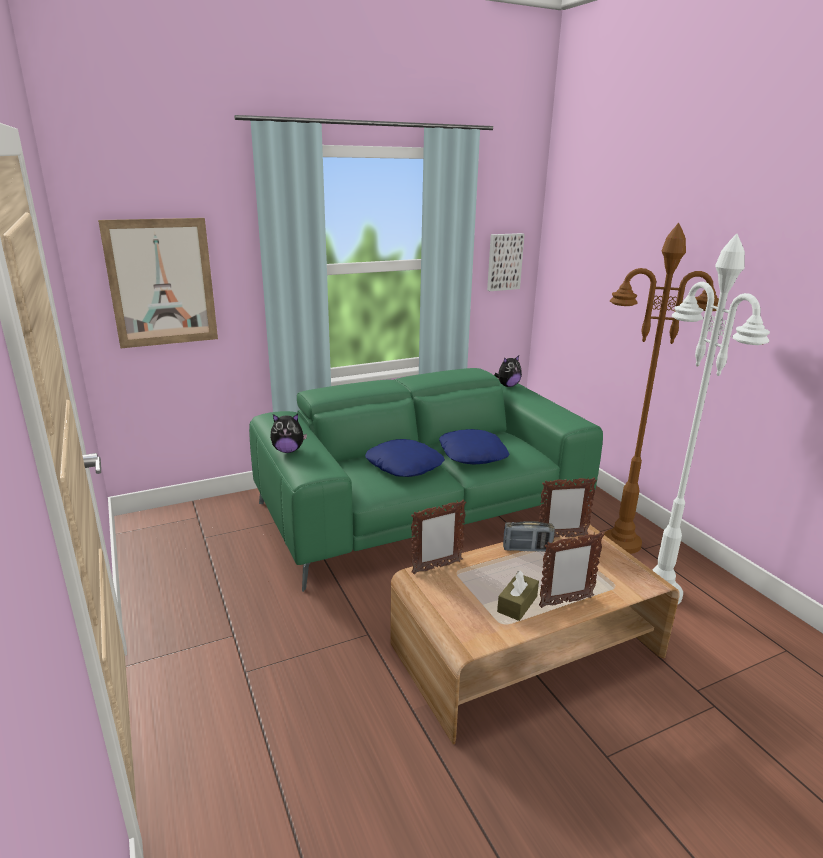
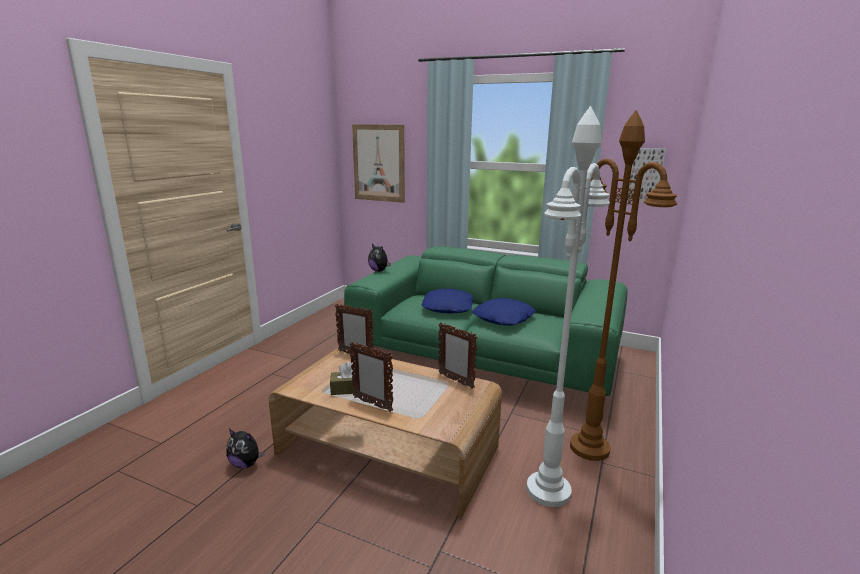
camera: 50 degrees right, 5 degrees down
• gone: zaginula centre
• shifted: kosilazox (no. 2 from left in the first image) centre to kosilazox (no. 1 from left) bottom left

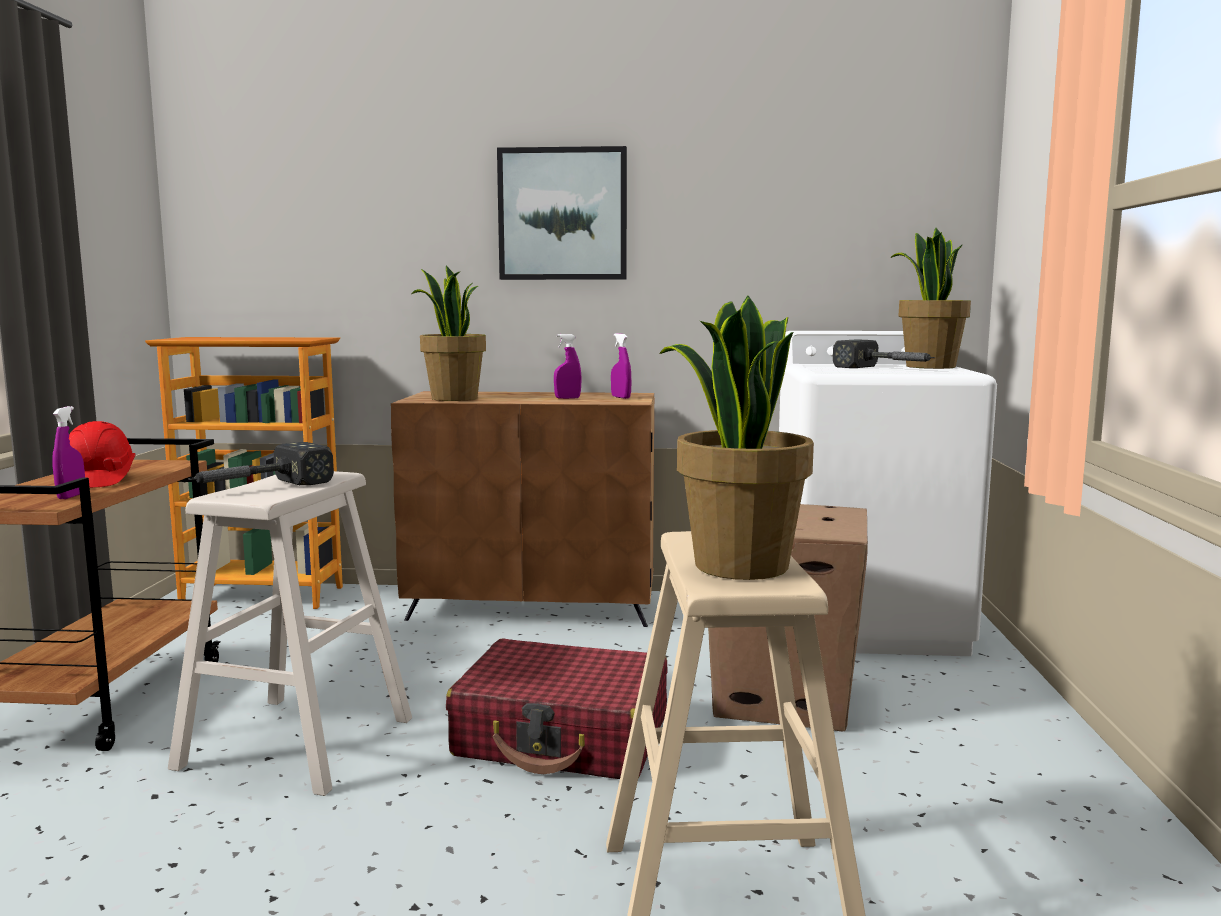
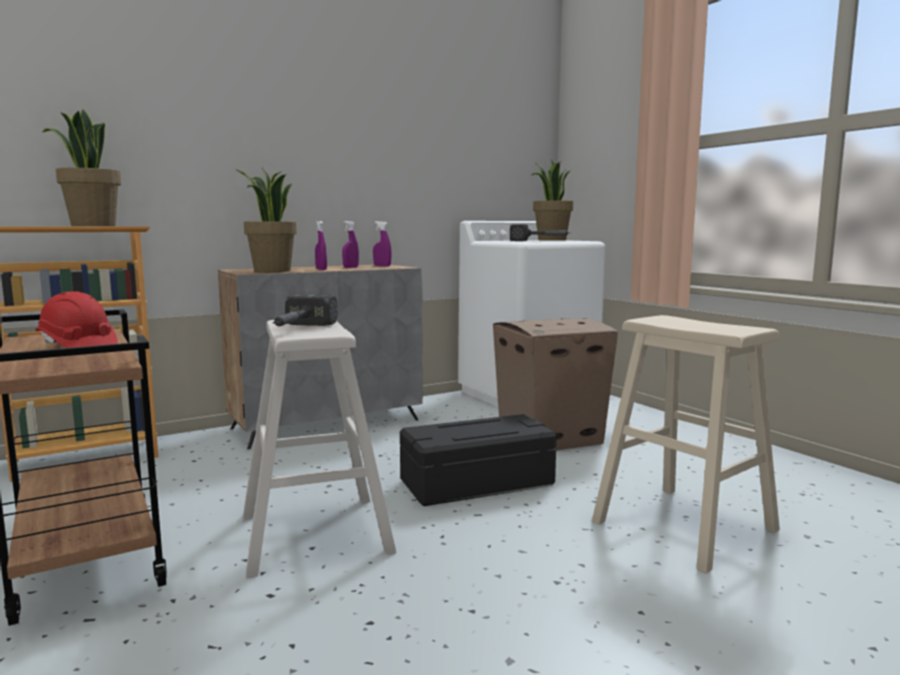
camera: 35 degrees left, 0 degrees up
• gone: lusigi top centre
• shifted: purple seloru (no. 1 from left) middle left to centre
• shifted: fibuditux (no. 2 from left in the first image) centre to fibuditux (no. 1 from left) top left
• swapped: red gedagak bottom centre to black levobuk bottom centre
• repainted: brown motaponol centre to grey motaponol centre

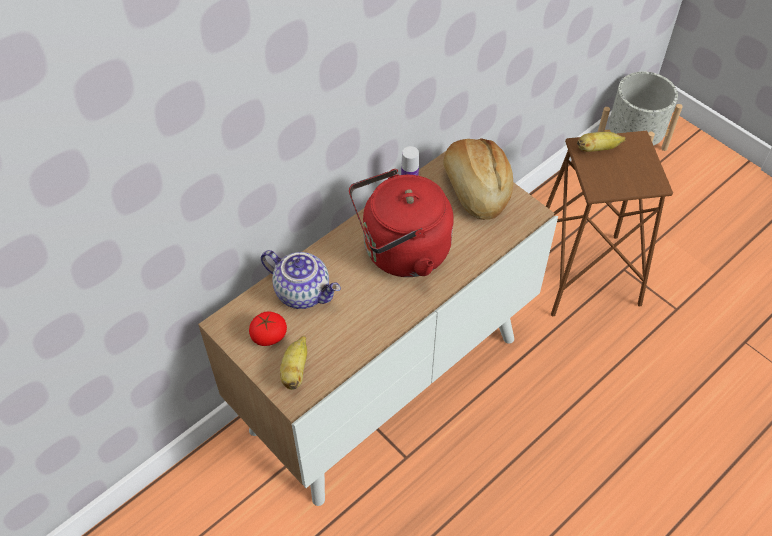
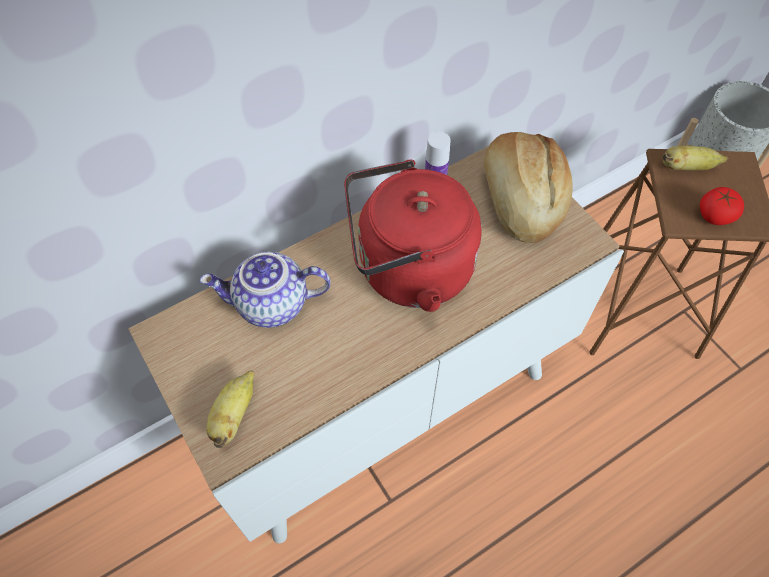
camera: 10 degrees right, 5 degrees up
• shifted: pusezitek centre to middle right
• rotated: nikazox centre = centre 135 degrees clockwise

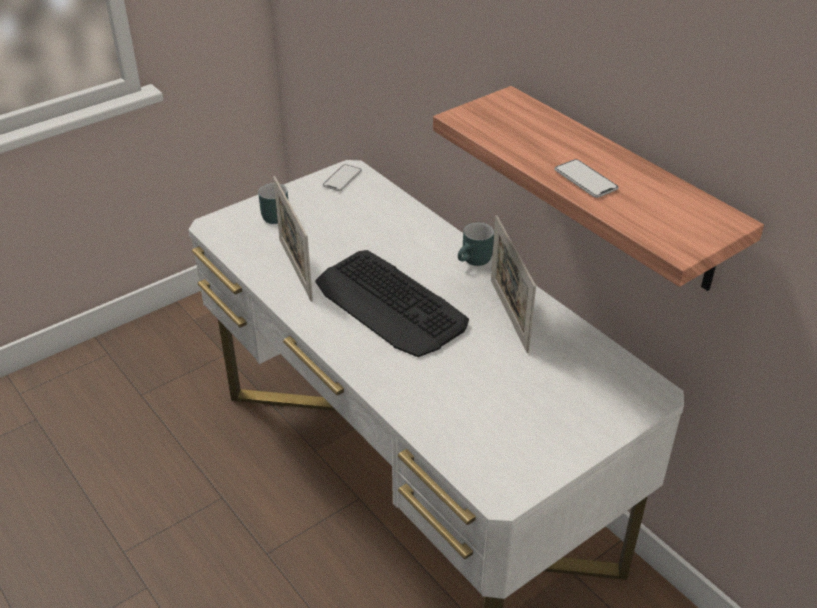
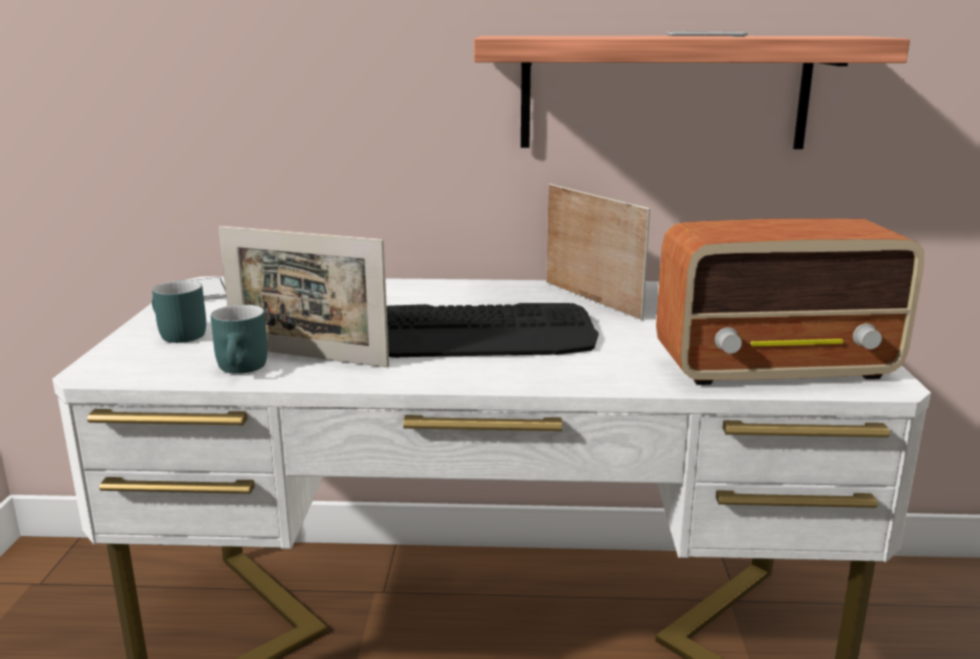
camera: 50 degrees left, 20 degrees down
• new: zaginula middle right
• shifted: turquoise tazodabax (no. 2 from left) centre to middle left
• rotated: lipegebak (no. 2 from left) centre = centre 150 degrees counterclockwise

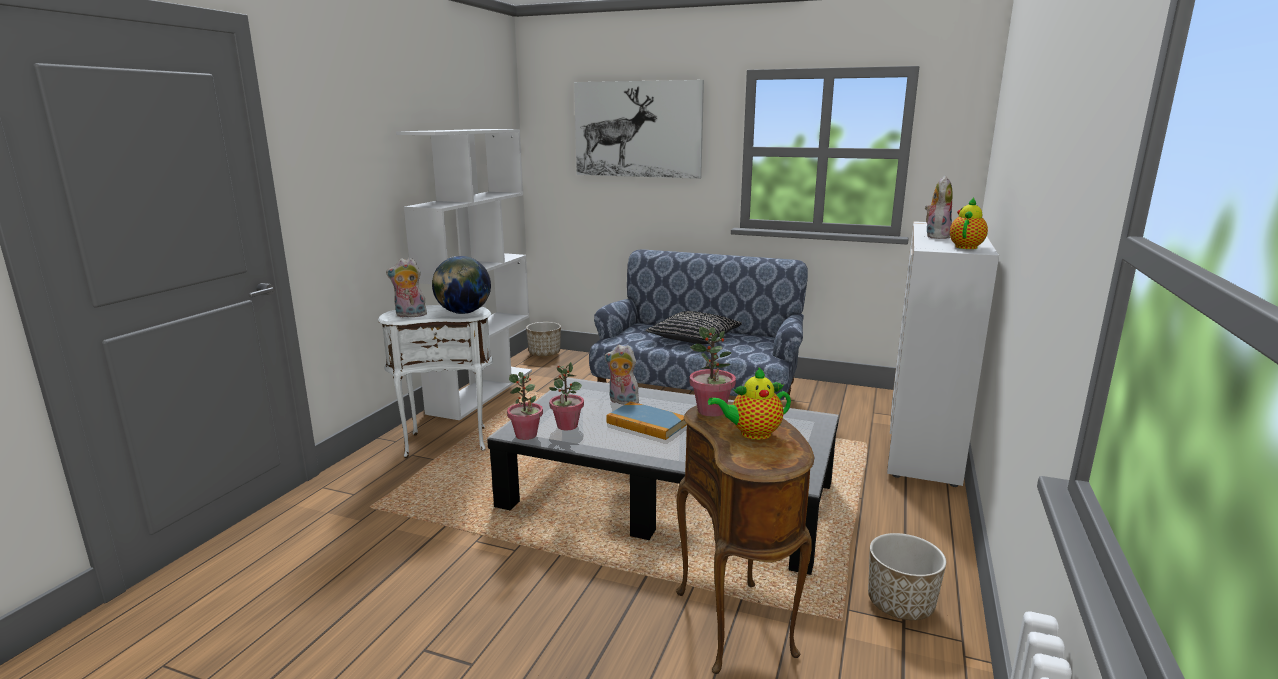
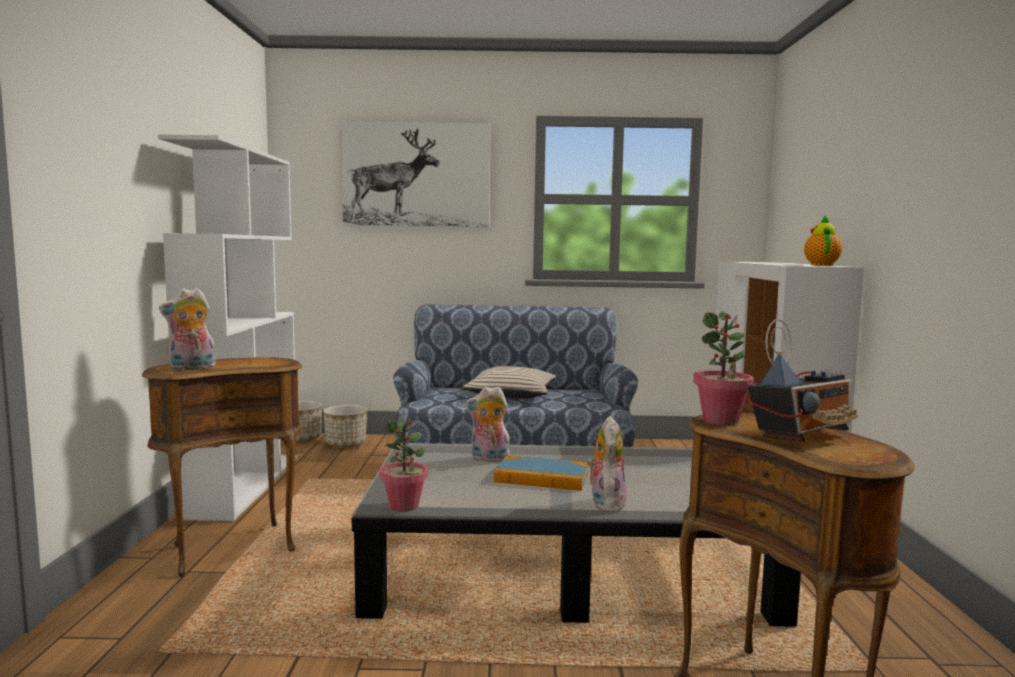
camera: 20 degrees left, 10 degrees down
• gone: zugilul centre
• gone: fibuditux (no. 2 from left) centre
• shifted: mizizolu (no. 2 from left) bottom right to centre
• shifted: kosilazox (no. 3 from left) top right to bottom centre
• swapped: nikazox (no. 1 from left) centre to zaginula middle right
• repainted: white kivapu centre to brown kivapu (no. 1 from left) bottom left
• repainted: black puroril centre to beige puroril centre

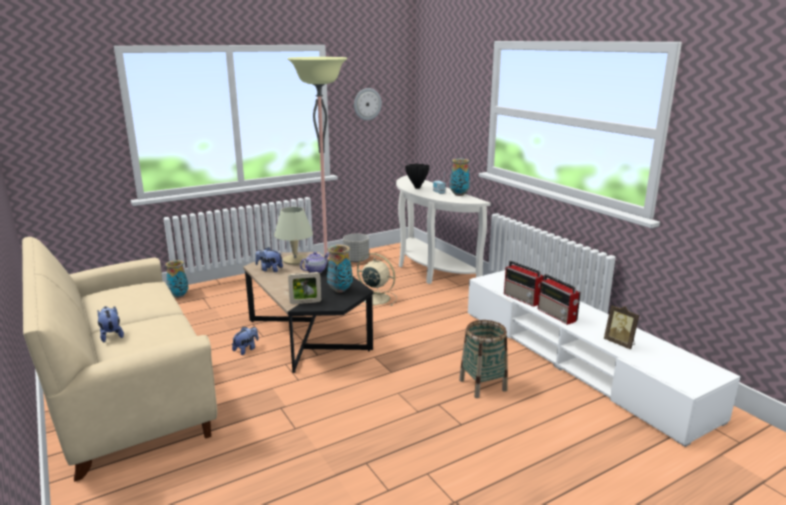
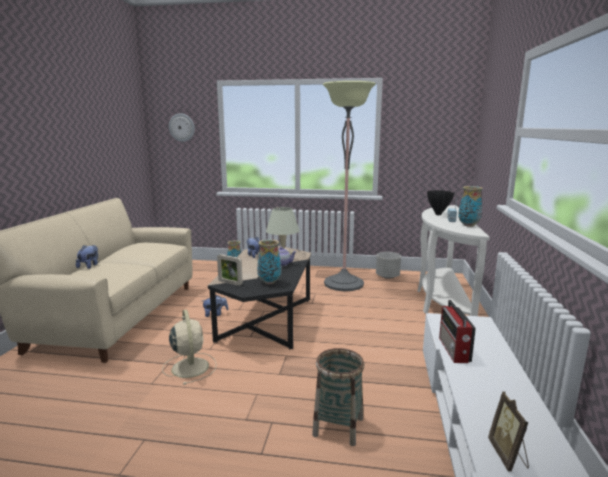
camera: 40 degrees right, 5 degrees down
• gone: zaginula (no. 3 from left) middle right
• shifted: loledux top centre to top left
• shifted: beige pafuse centre to bottom left

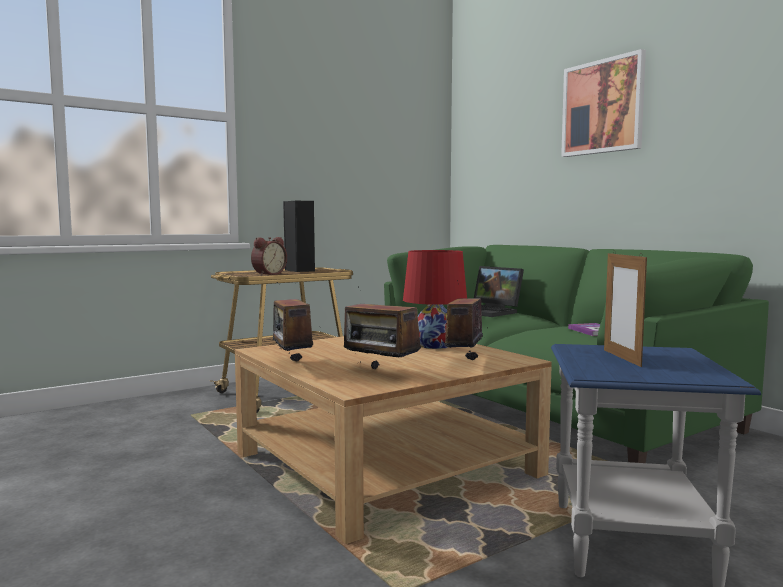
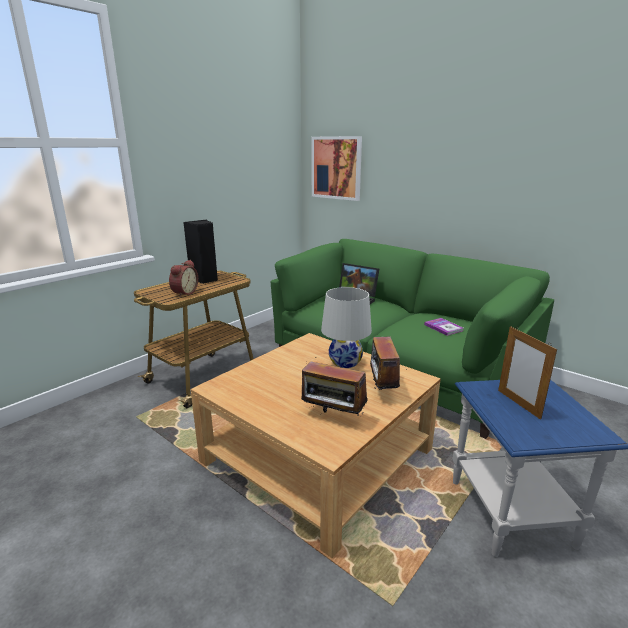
camera: 15 degrees left, 15 degrees up
• gone: zaginula (no. 1 from left) centre
• shifted: lusigi top right to top centre
• repainted: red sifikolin centre to white sifikolin centre

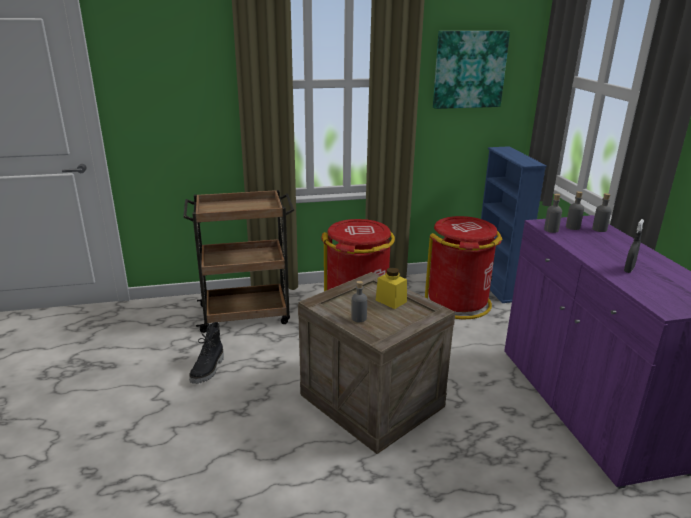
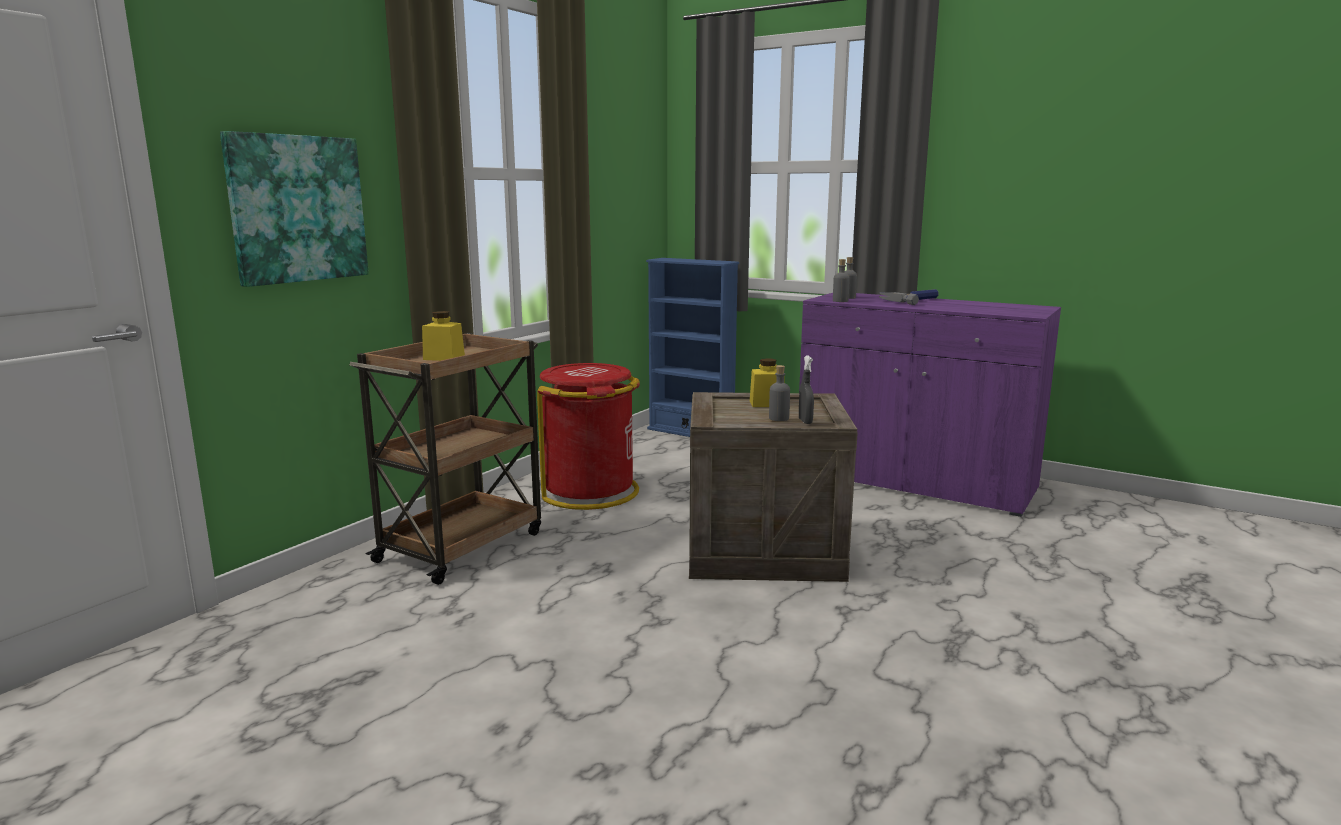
camera: 45 degrees left, 10 degrees down
• gone: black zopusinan bottom left
• gone: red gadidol (no. 2 from left) middle right
• gone: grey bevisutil (no. 4 from left) middle right
• new: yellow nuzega (no. 1 from left) middle left
• new: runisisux middle right
• shifted: lusigi top right to top left
• shifted: grey seloru middle right to centre

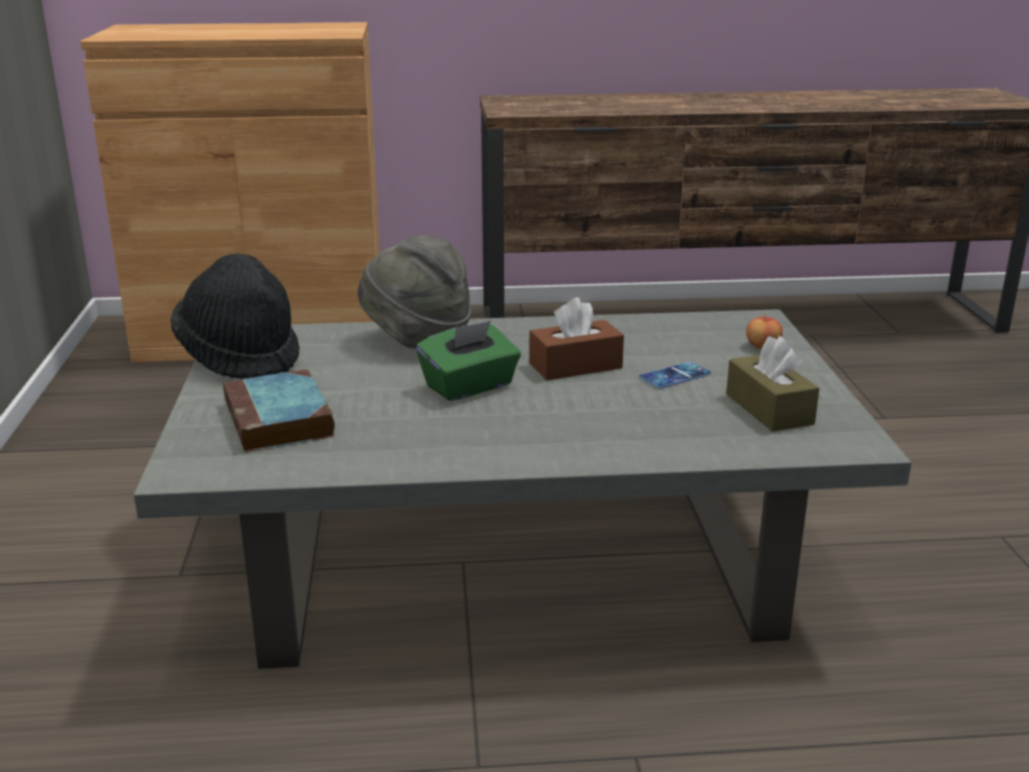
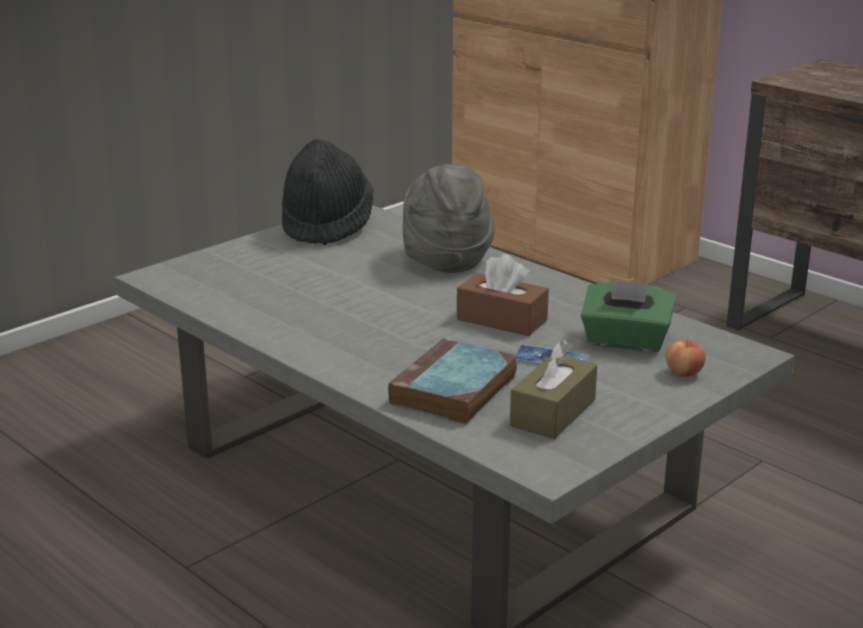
camera: 50 degrees right, 0 degrees up
• shifted: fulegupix middle left to centre
• shifted: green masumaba centre to middle right

